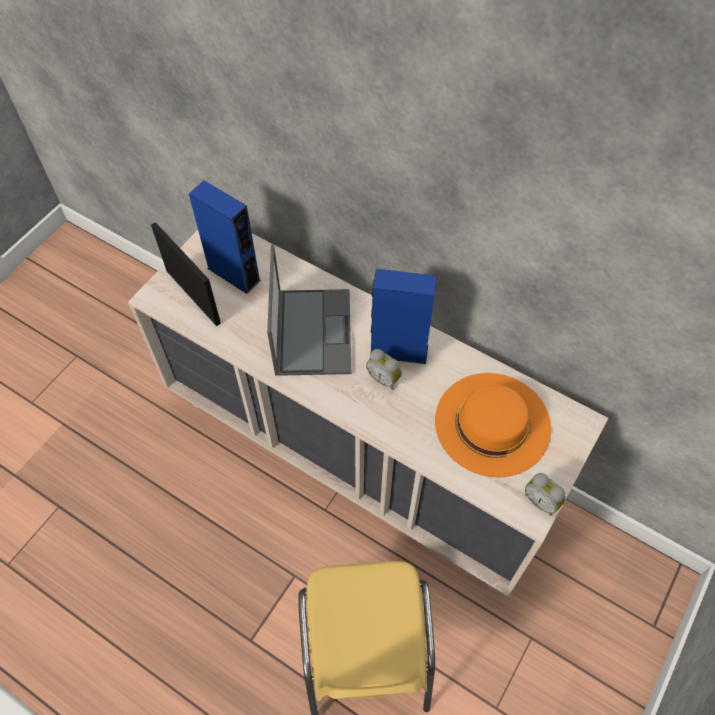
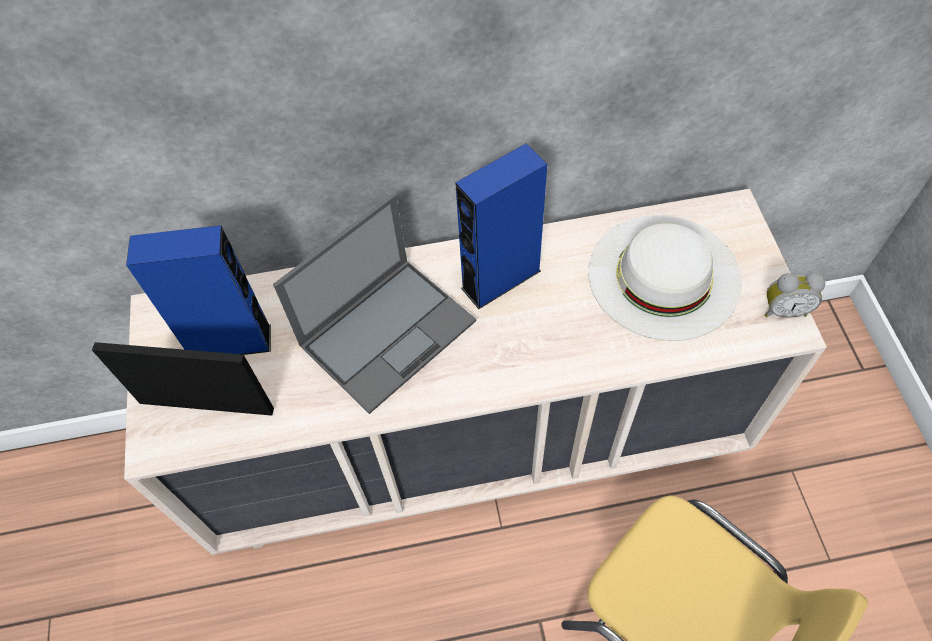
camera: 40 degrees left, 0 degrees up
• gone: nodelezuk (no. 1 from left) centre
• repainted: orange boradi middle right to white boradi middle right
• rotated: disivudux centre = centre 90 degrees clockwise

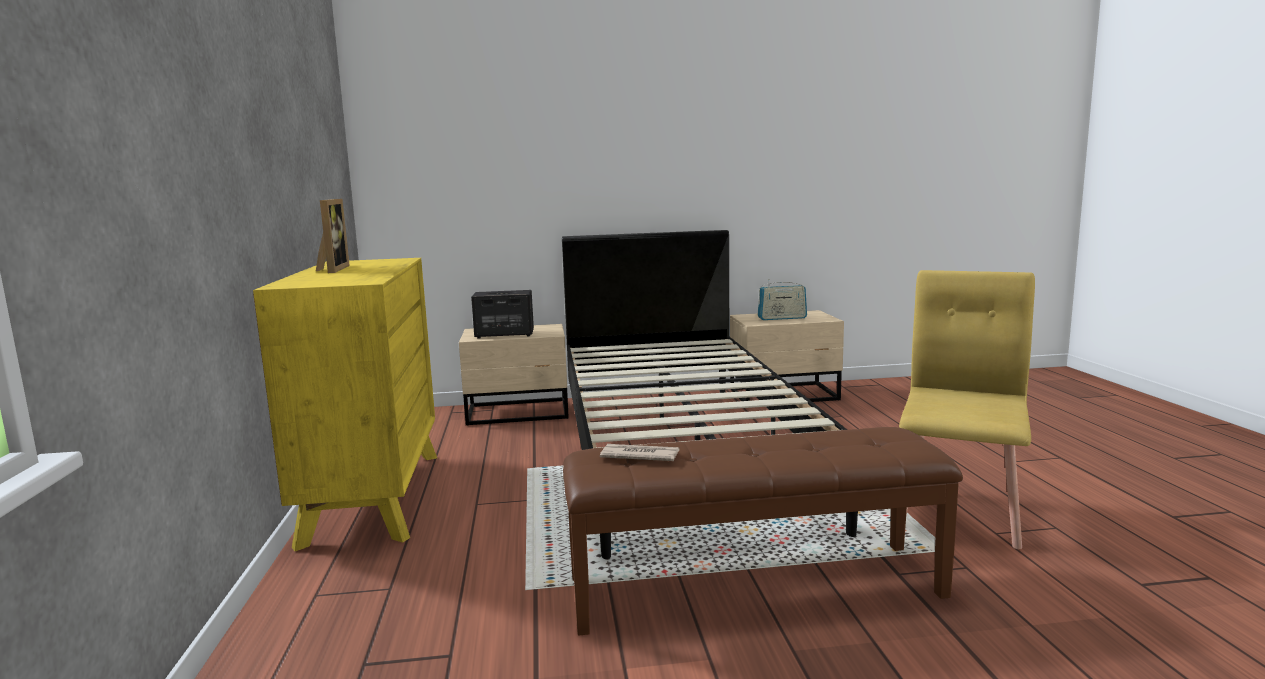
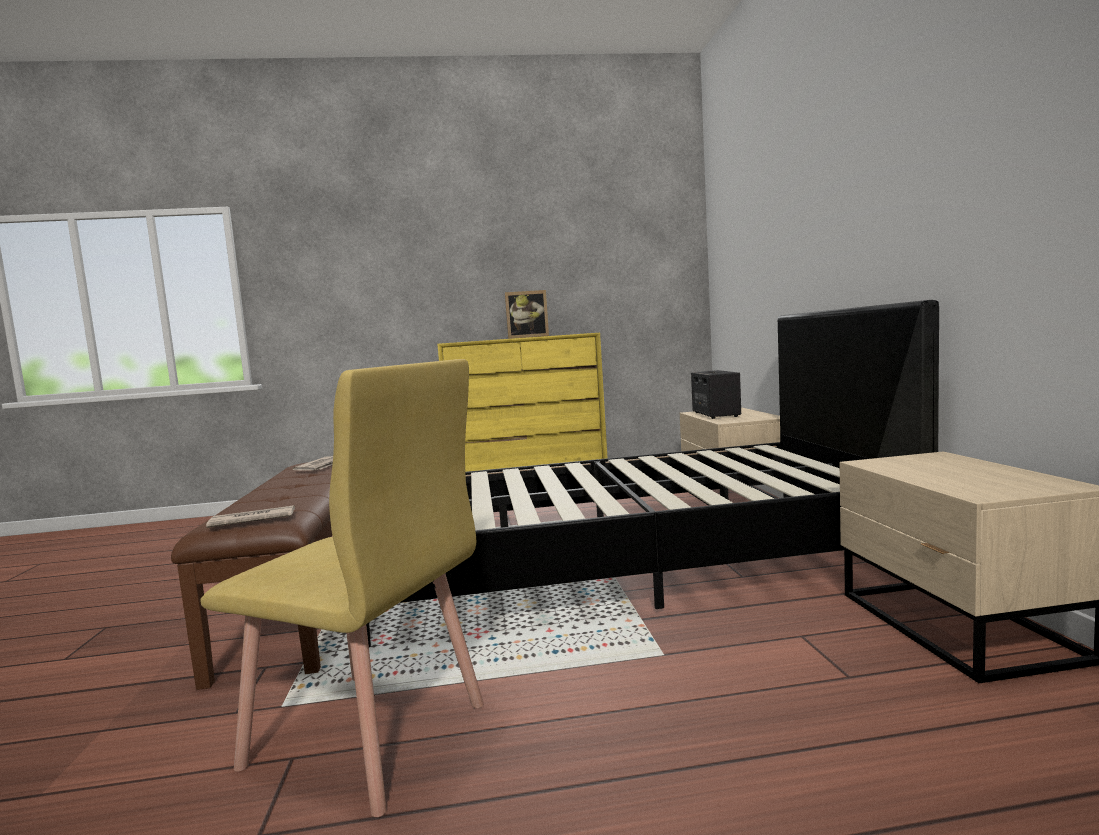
camera: 90 degrees right, 5 degrees down
• gone: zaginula centre
• new: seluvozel (no. 1 from left) middle left

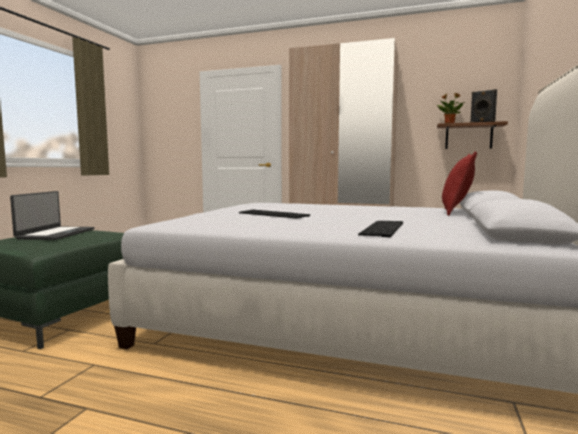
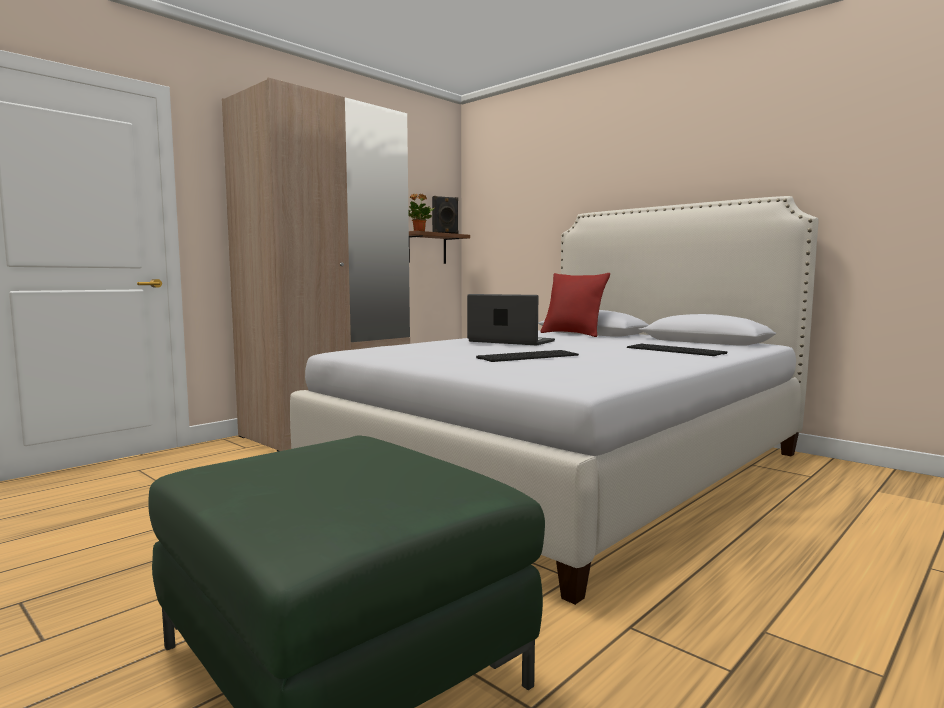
camera: 65 degrees left, 0 degrees up
• shifted: disivudux middle left to centre

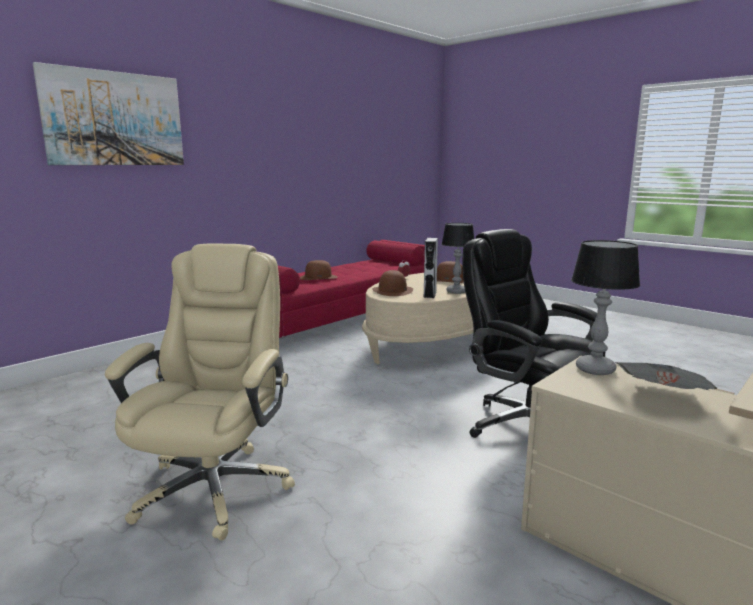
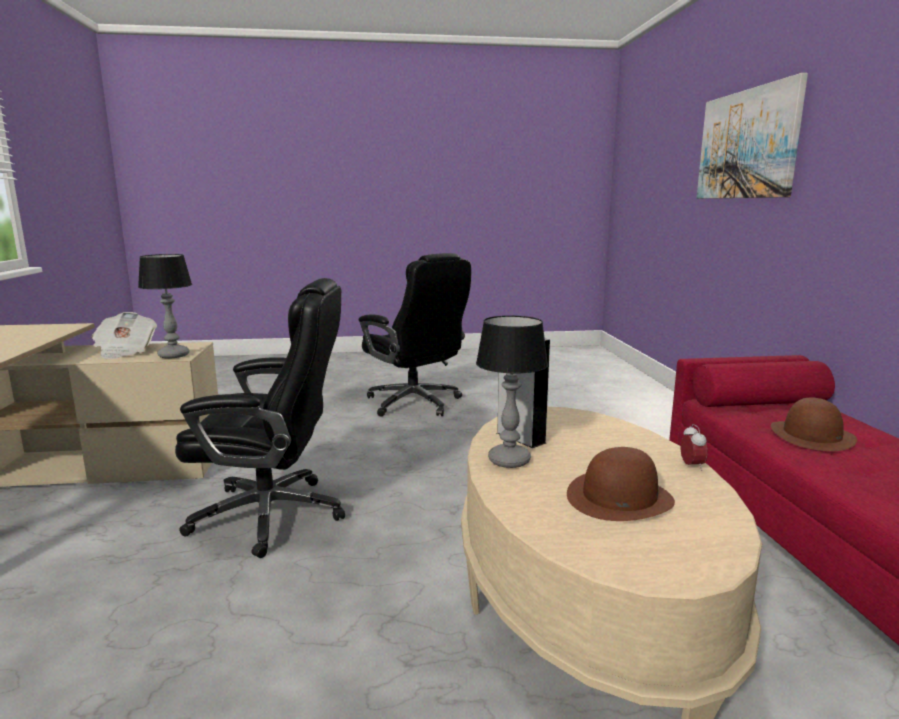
camera: 130 degrees right, 0 degrees up
• gone: brown boradi (no. 2 from left) centre
• repainted: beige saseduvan middle left to black saseduvan (no. 2 from left) centre

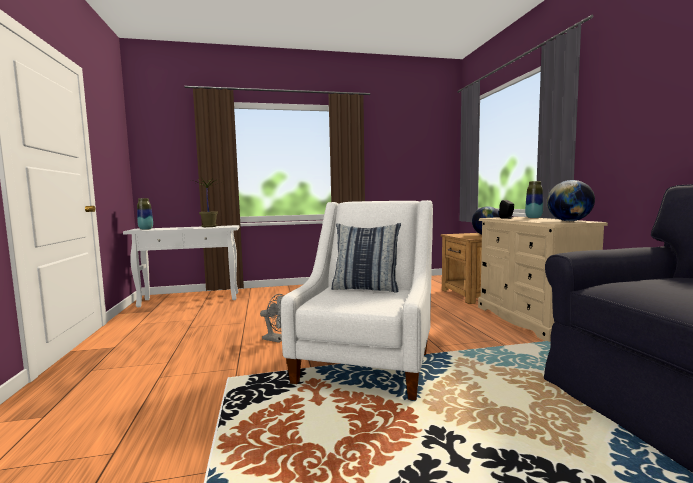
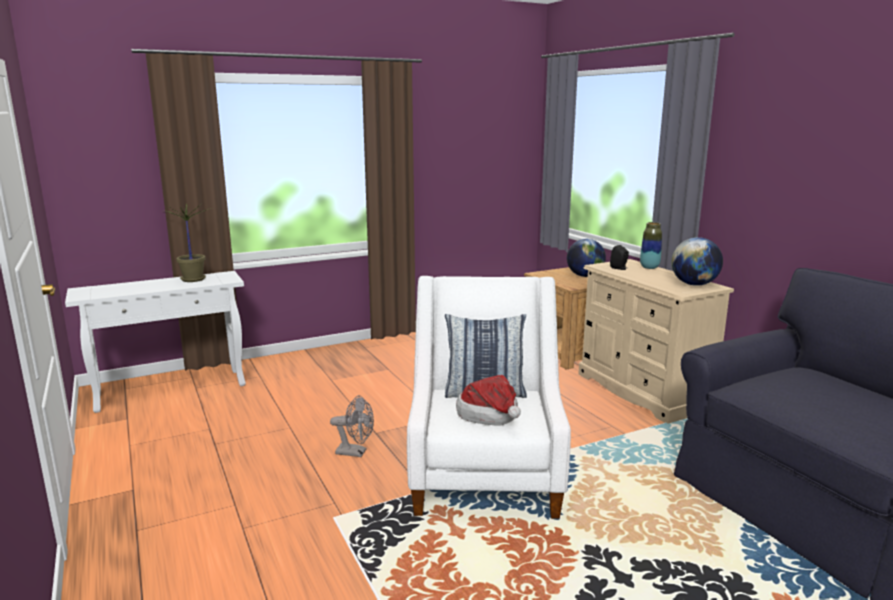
camera: 15 degrees left, 10 degrees up
• gone: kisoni (no. 1 from left) middle left
• new: boradi bottom centre

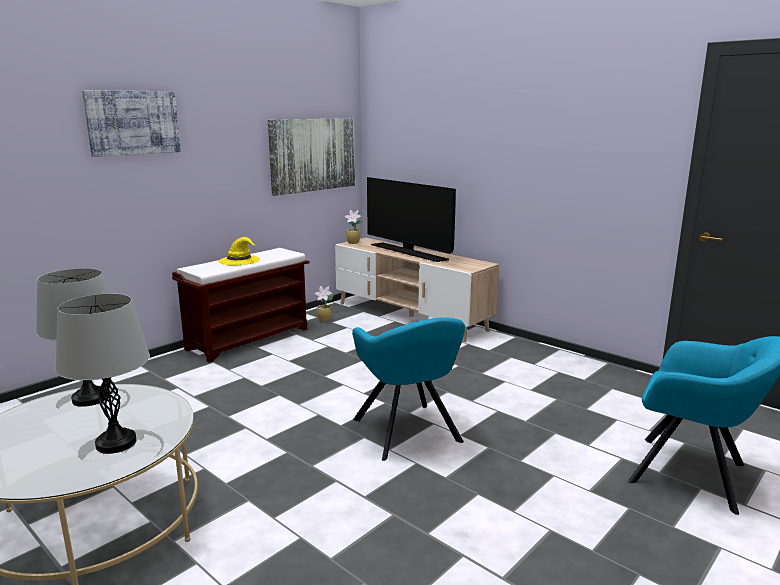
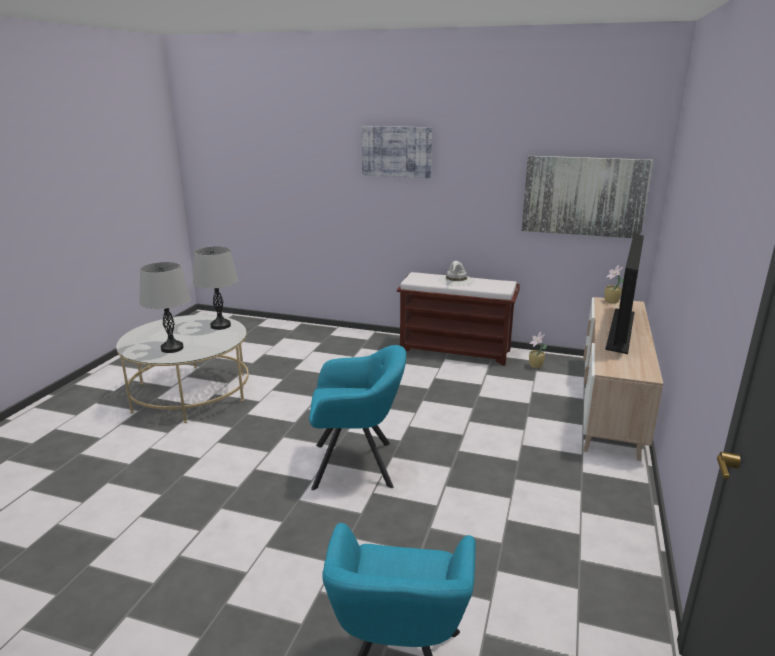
camera: 65 degrees right, 5 degrees up
• repainted: yellow boradi middle left to white boradi centre
• rotated: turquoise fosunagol (no. 1 from left) centre = centre 135 degrees counterclockwise

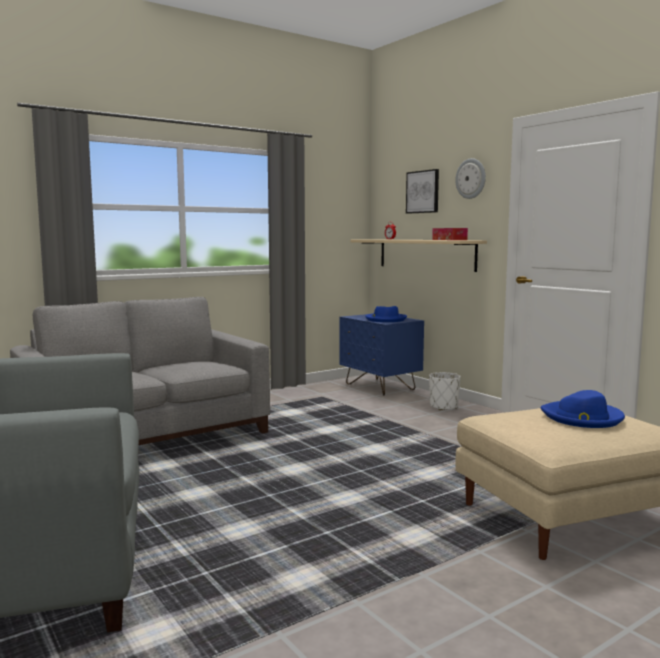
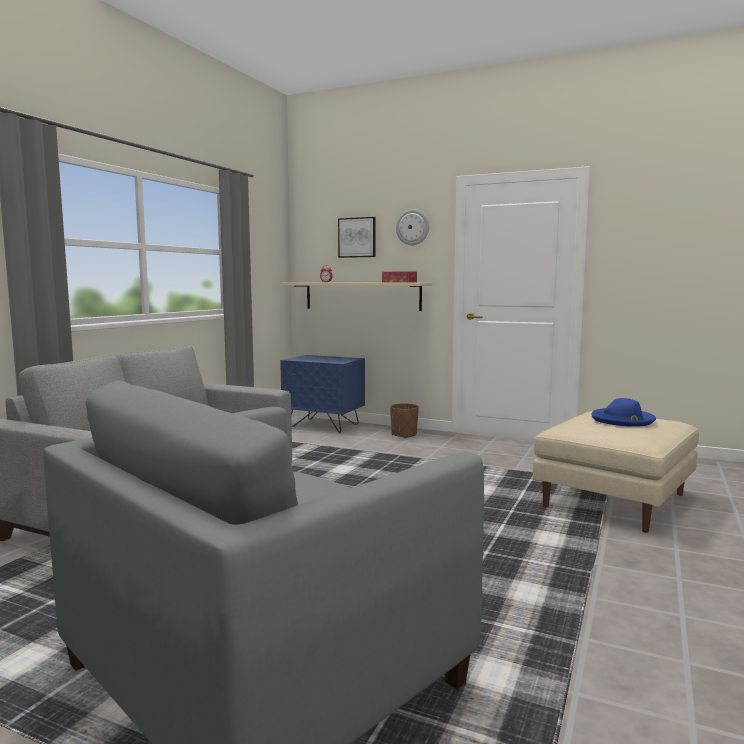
camera: 30 degrees left, 0 degrees up
• gone: blue boradi (no. 1 from left) centre
• repainted: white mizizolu middle right to brown mizizolu centre

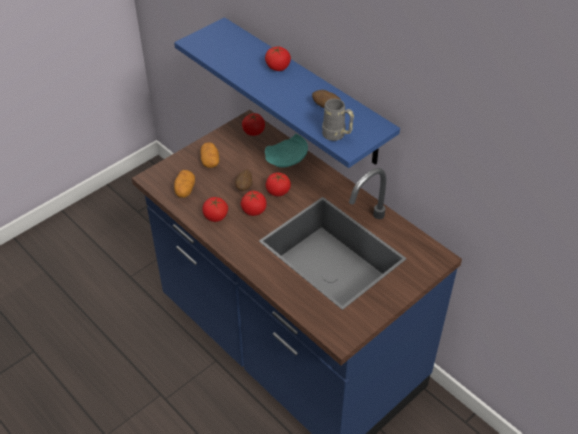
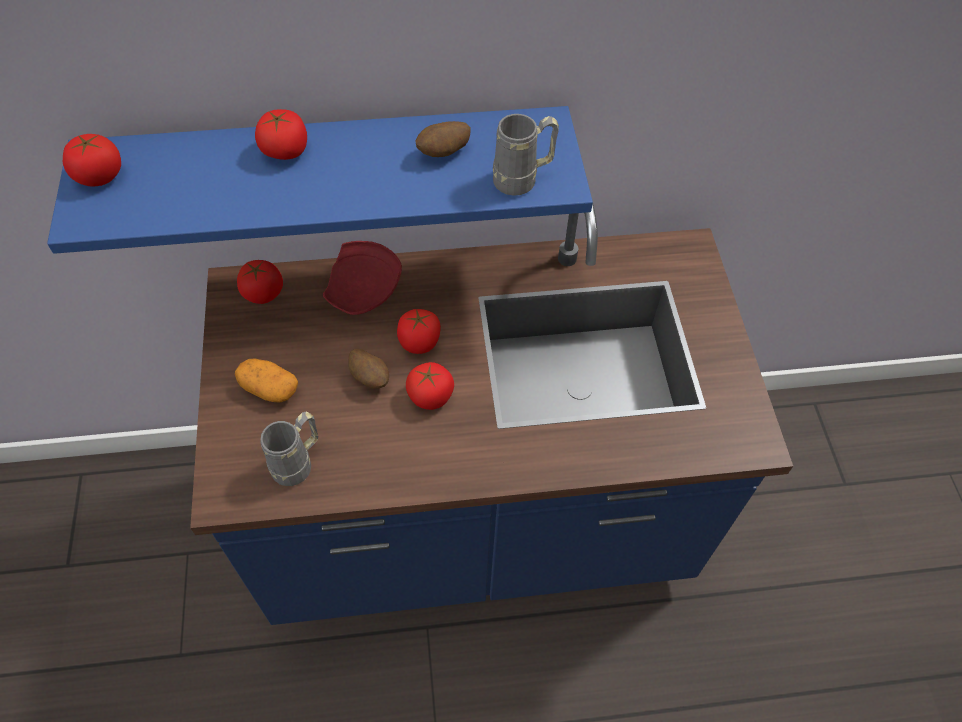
camera: 55 degrees left, 10 degrees up
• shifted: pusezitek (no. 1 from left) centre to top left
• swapped: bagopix (no. 1 from left) middle left to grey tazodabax (no. 1 from left) middle left
• repainted: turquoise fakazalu centre to red fakazalu centre

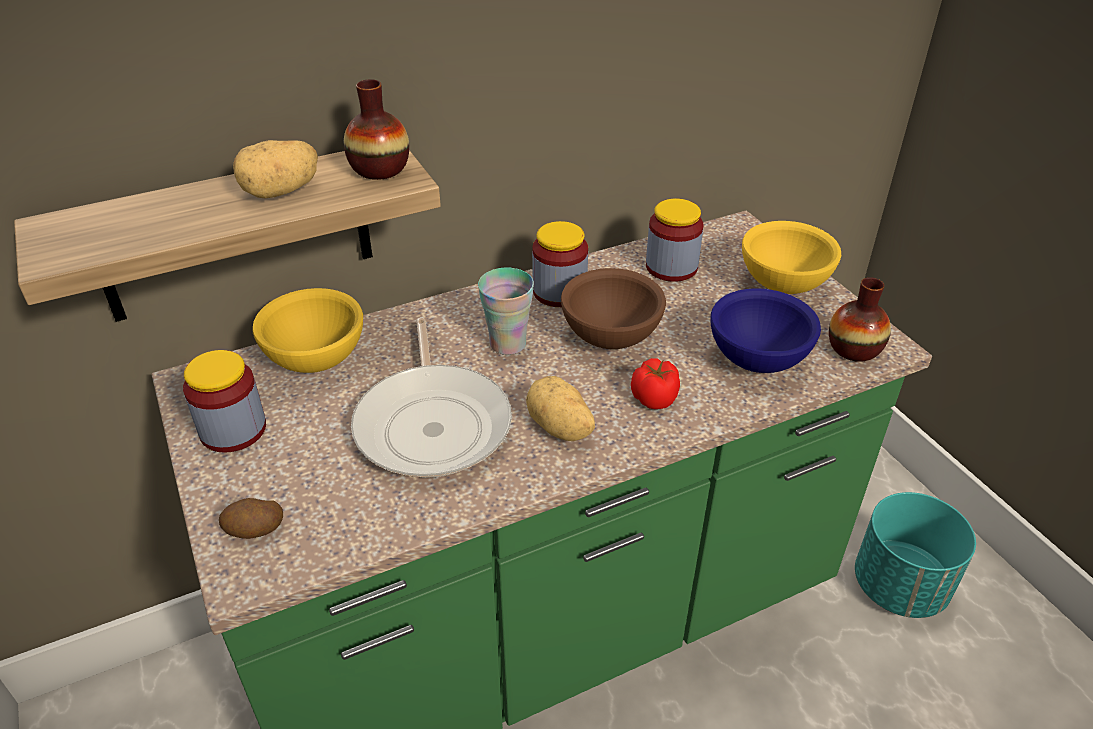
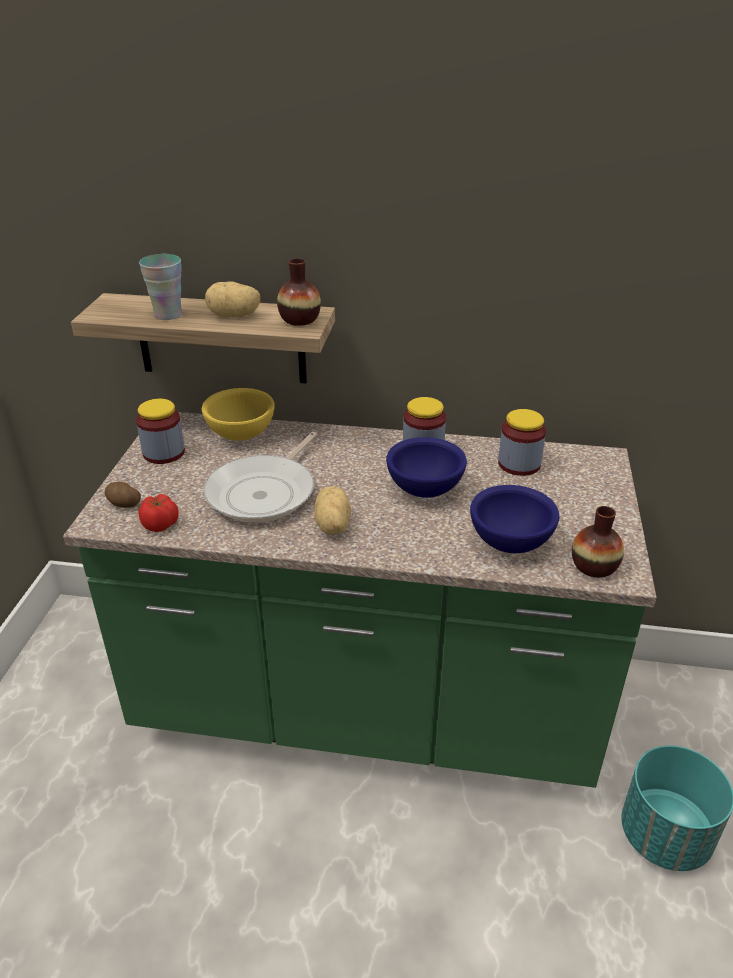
camera: 35 degrees right, 5 degrees down
• gone: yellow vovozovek (no. 2 from left) middle right
• shifted: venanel centre to top left
• shifted: pusezitek centre to middle left
• repainted: brown vovozovek centre to blue vovozovek (no. 1 from left) centre

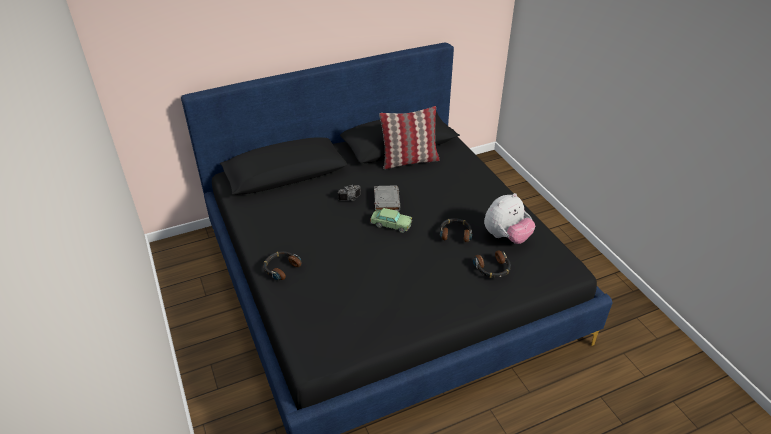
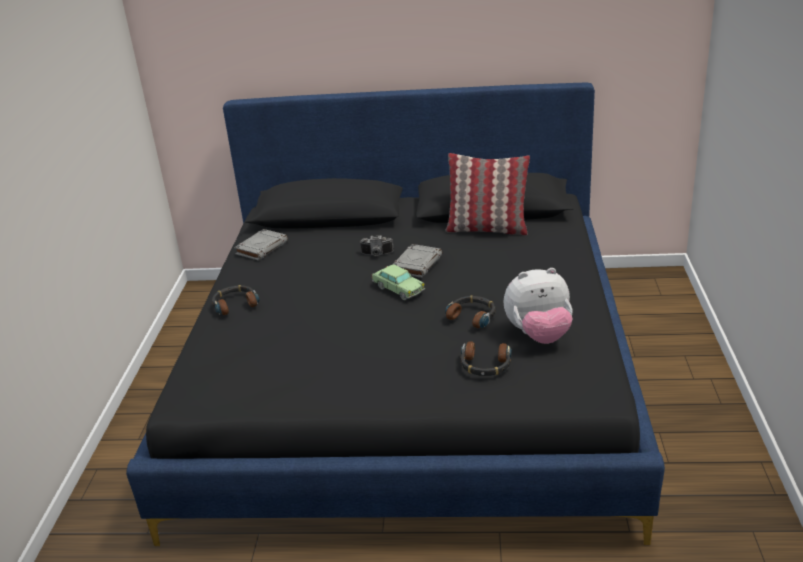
camera: 30 degrees right, 10 degrees down
• new: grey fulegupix (no. 1 from left) middle left

